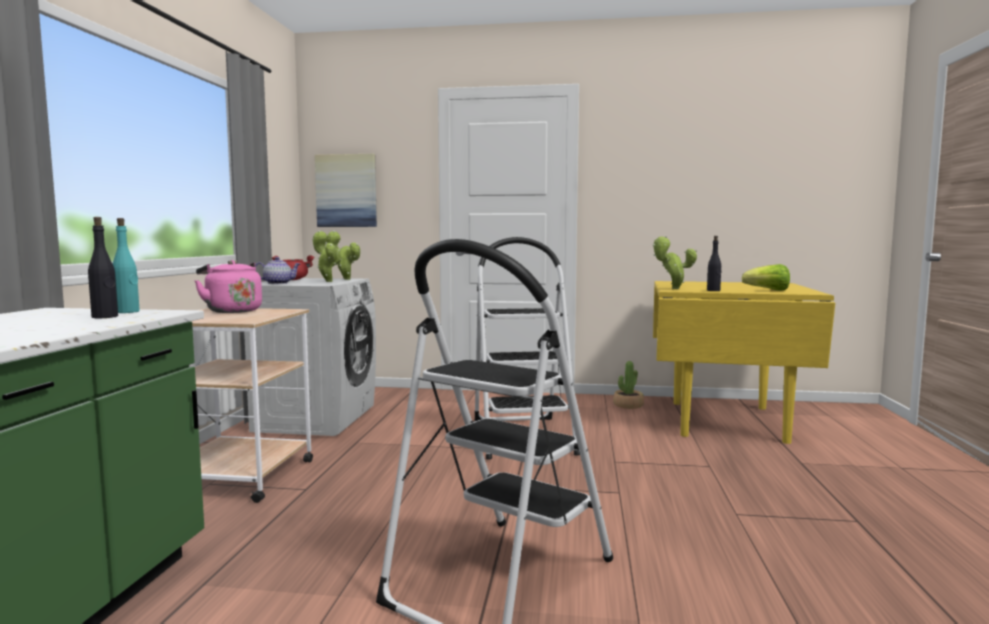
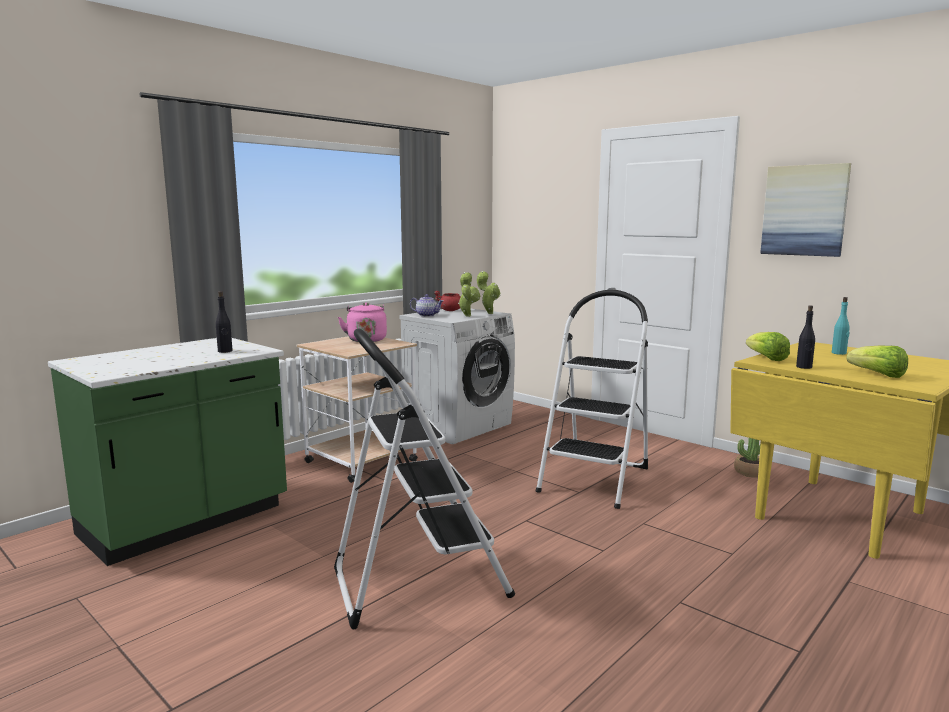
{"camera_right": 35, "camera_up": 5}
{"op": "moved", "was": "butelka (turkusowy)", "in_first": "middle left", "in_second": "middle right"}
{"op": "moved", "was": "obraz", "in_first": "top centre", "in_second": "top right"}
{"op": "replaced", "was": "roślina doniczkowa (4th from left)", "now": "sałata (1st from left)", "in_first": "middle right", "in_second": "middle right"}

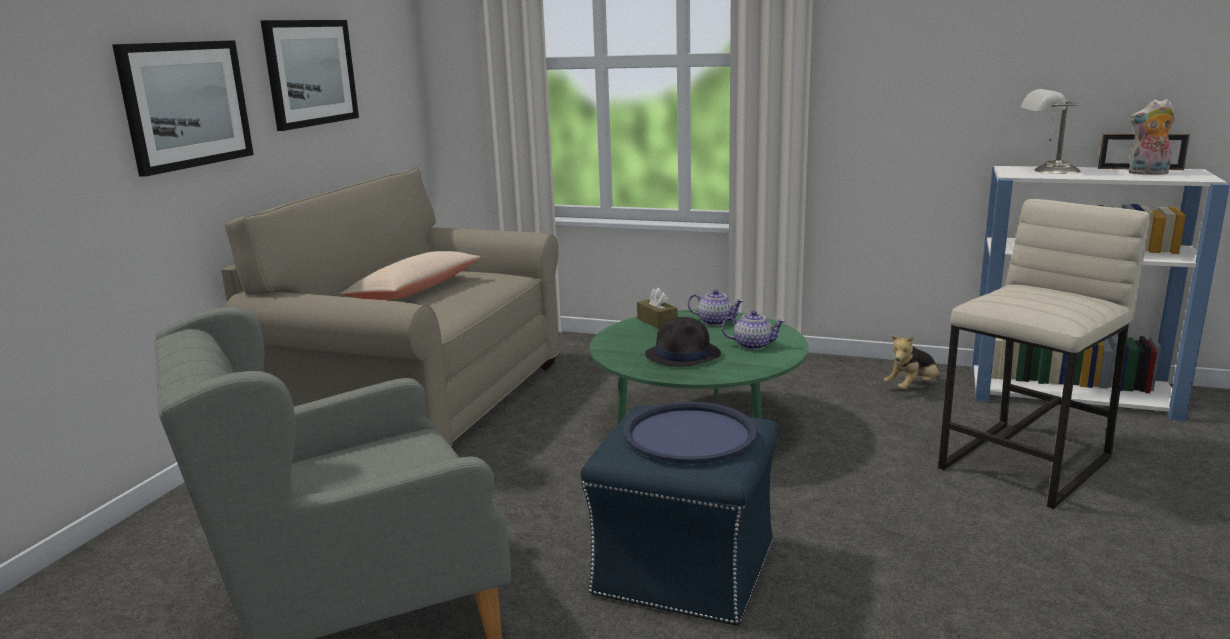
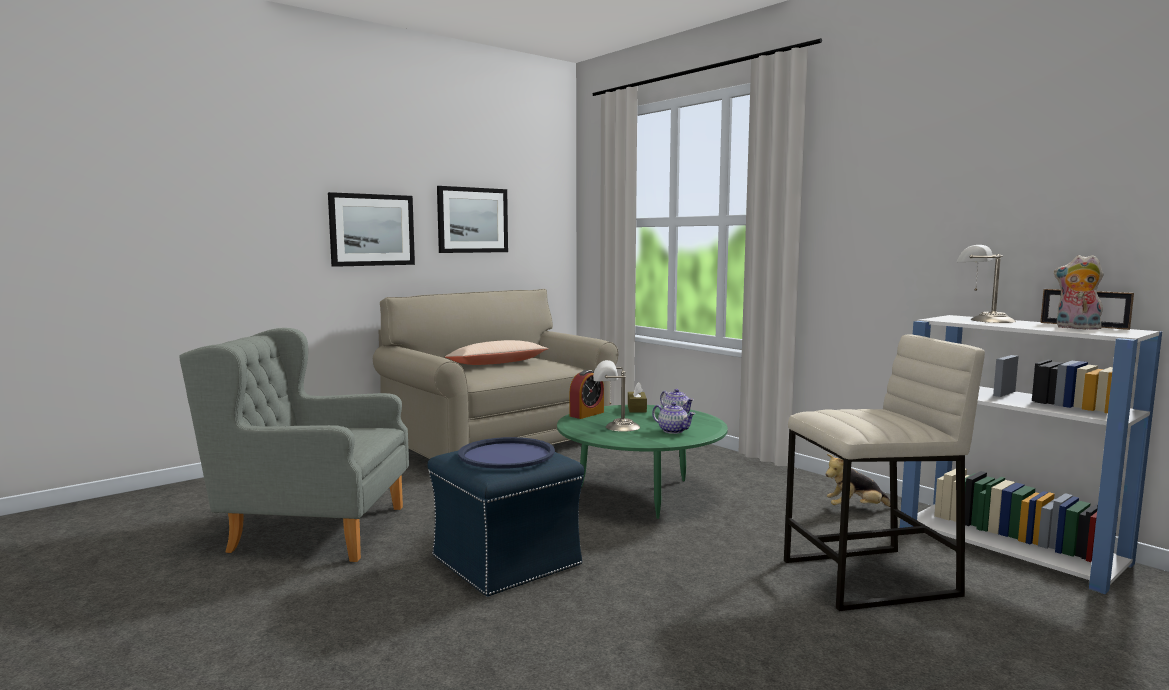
{"camera_right": 30, "camera_up": -10}
{"op": "replaced", "was": "kapelusz (czarny)", "now": "lampa stołowa (biały) (1st from left)", "in_first": "centre", "in_second": "centre"}
{"op": "added", "now": "budzik", "in_second": "centre"}

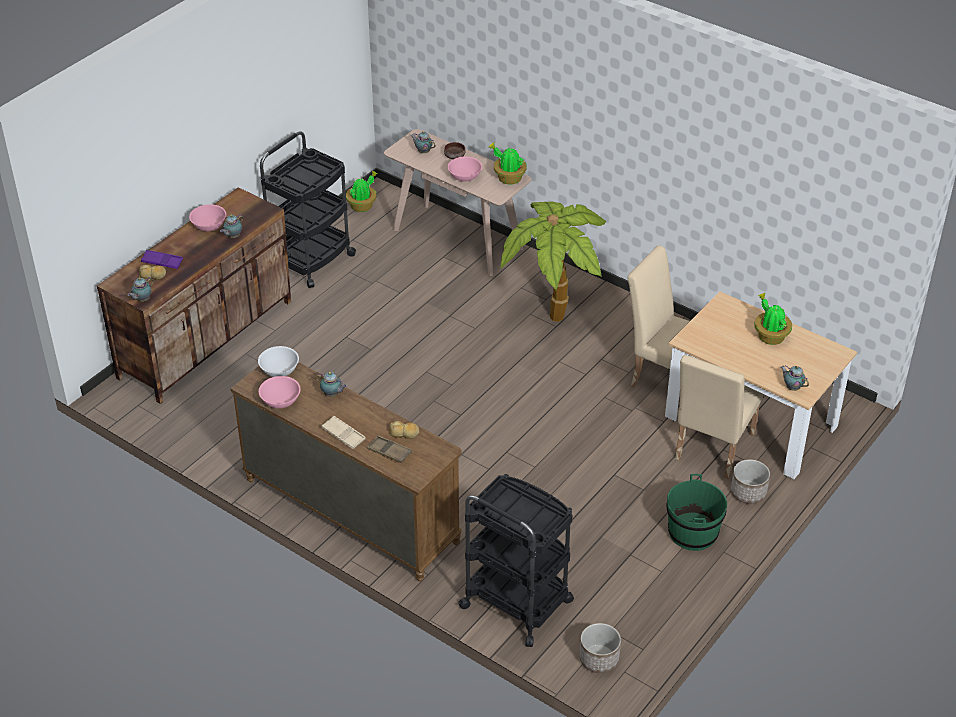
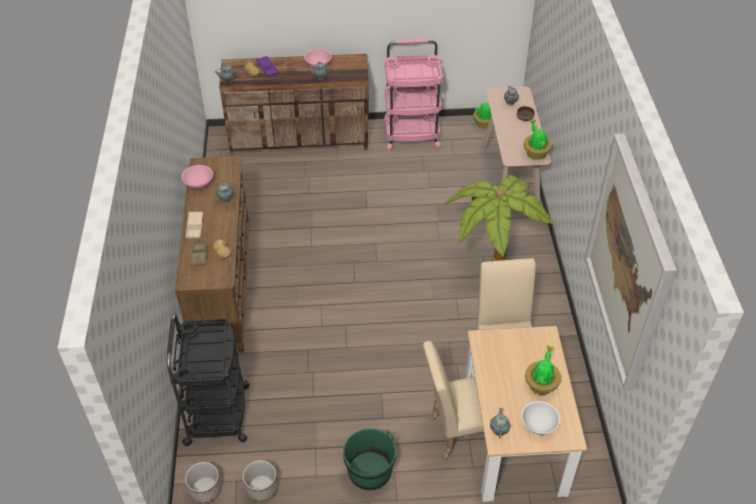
{"camera_right": 50, "camera_up": 5}
{"op": "moved", "was": "miska (biały)", "in_first": "middle left", "in_second": "bottom right"}
{"op": "recoloured", "was": "wózek (czarny) (1st from left)", "now": "wózek (różowy)", "in_first": "top left", "in_second": "top centre"}
{"op": "removed", "was": "miska (różowy) (3rd from left)", "in_first": "top centre"}
{"op": "moved", "was": "donica (2nd from left)", "in_first": "bottom right", "in_second": "bottom centre"}
{"op": "added", "now": "obraz", "in_second": "middle right"}

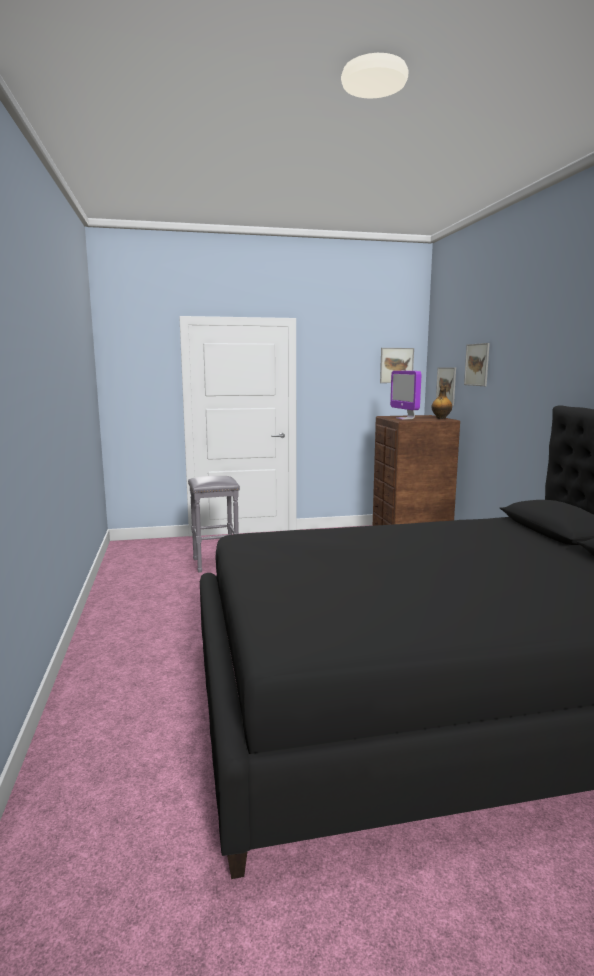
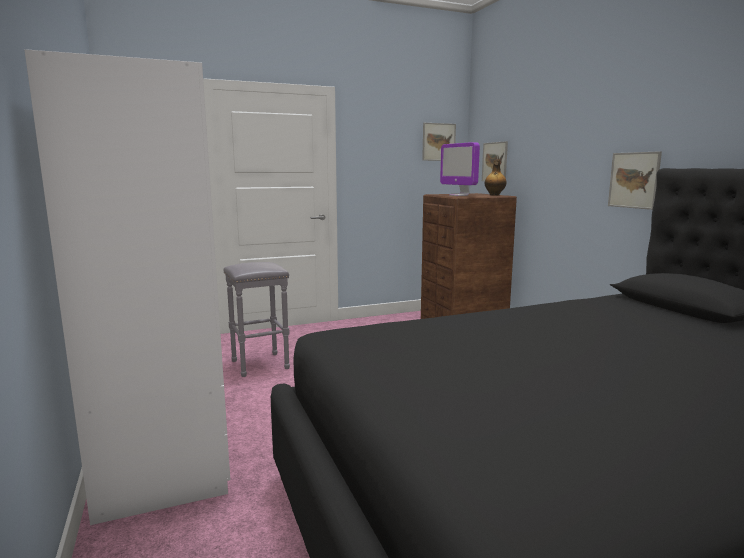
{"camera_right": -10, "camera_up": 0}
{"op": "moved", "was": "obraz (3rd from left)", "in_first": "middle right", "in_second": "top right"}
{"op": "added", "now": "szafa (biały)", "in_second": "middle left"}

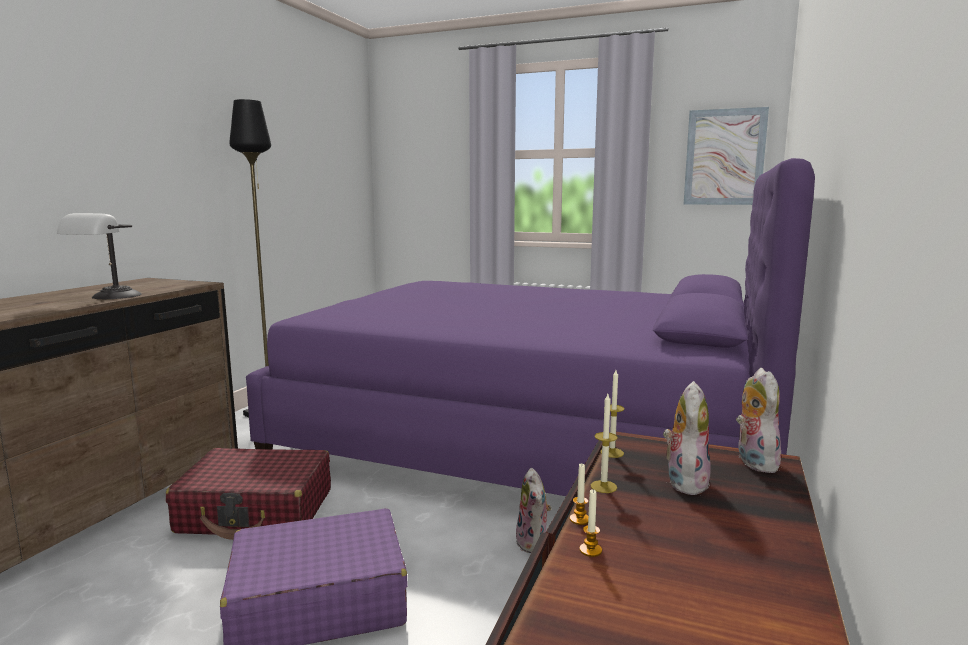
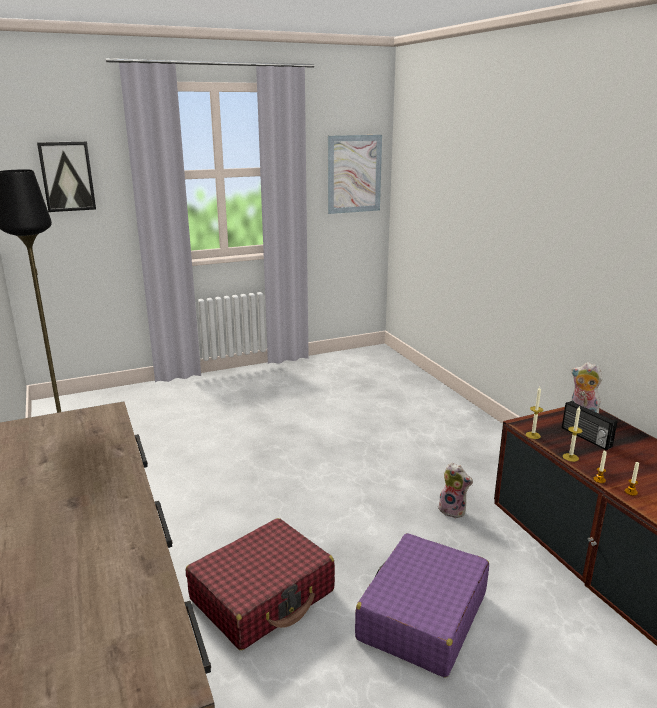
{"camera_right": -45, "camera_up": 10}
{"op": "removed", "was": "lampa stołowa", "in_first": "middle left"}
{"op": "removed", "was": "łóżko (fioletowy)", "in_first": "centre"}
{"op": "replaced", "was": "pluszak (2nd from left)", "now": "radio", "in_first": "bottom right", "in_second": "middle right"}
{"op": "added", "now": "obraz (1st from left)", "in_second": "top left"}

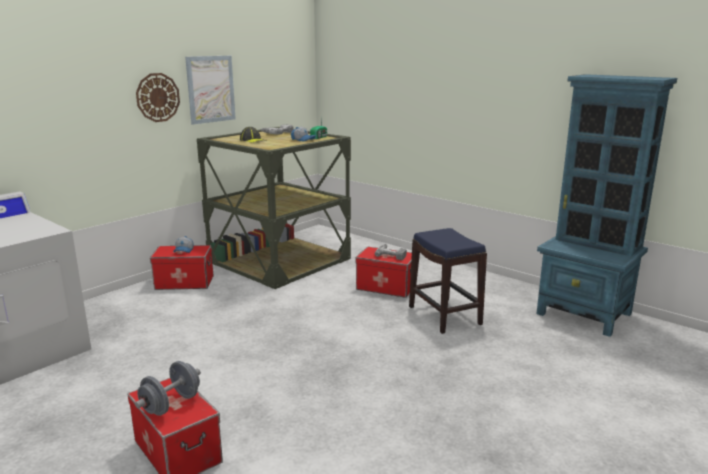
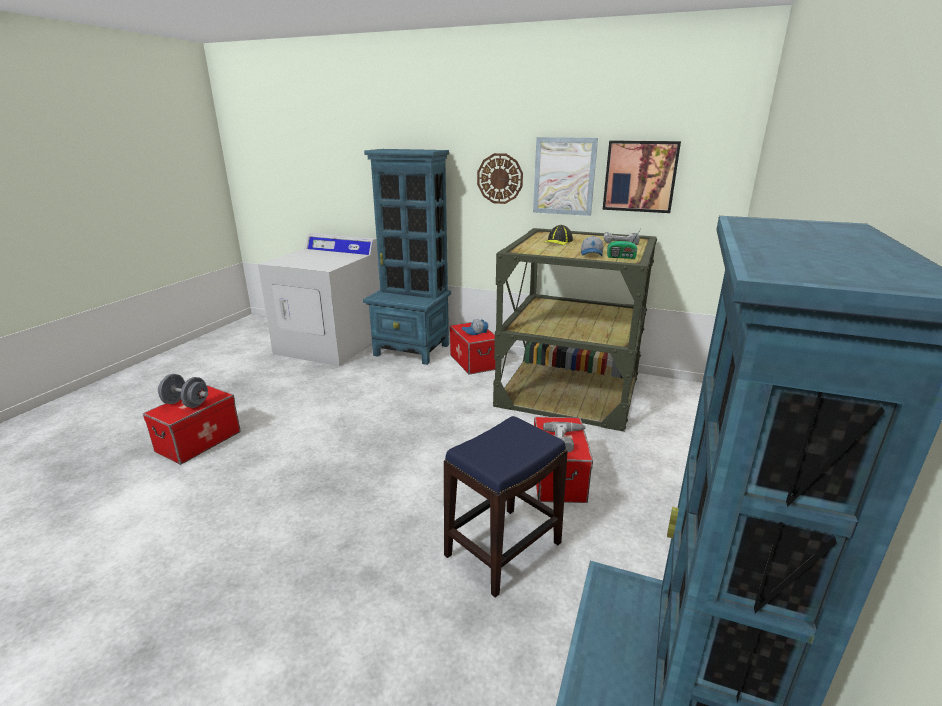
{"camera_right": 70, "camera_up": 5}
{"op": "added", "now": "szafka (niebieski) (1st from left)", "in_second": "centre"}
{"op": "added", "now": "obraz (2nd from left)", "in_second": "top right"}

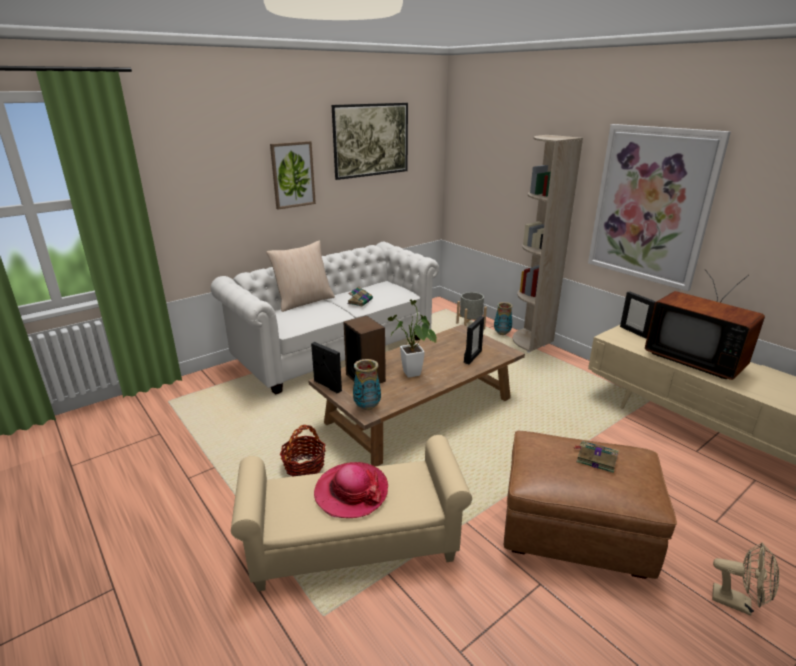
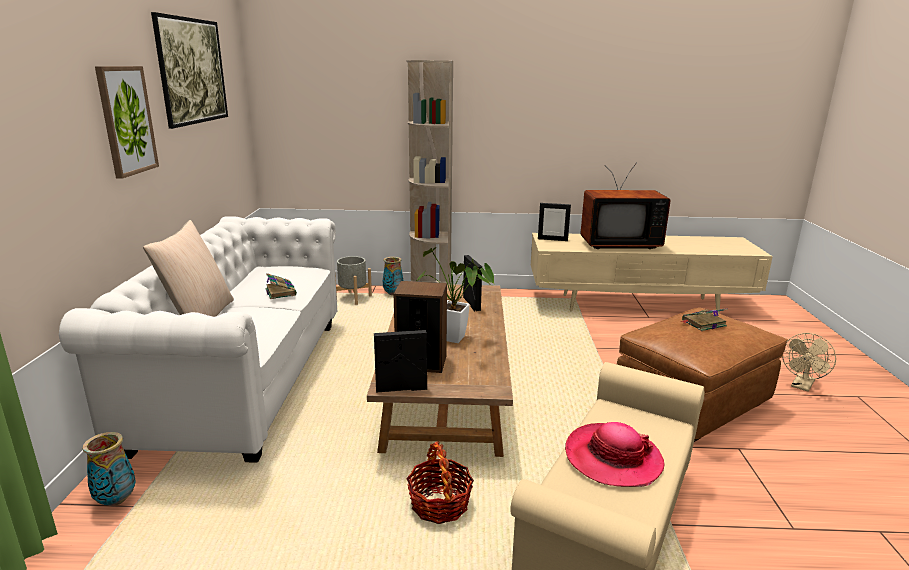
{"camera_right": -50, "camera_up": -5}
{"op": "moved", "was": "wazon (1st from left)", "in_first": "centre", "in_second": "bottom left"}
{"op": "removed", "was": "obraz (3rd from left)", "in_first": "top right"}
{"op": "turned", "was": "wentylator (beżowy)", "in_first": "bottom right", "in_second": "middle right", "clockwise": 150}

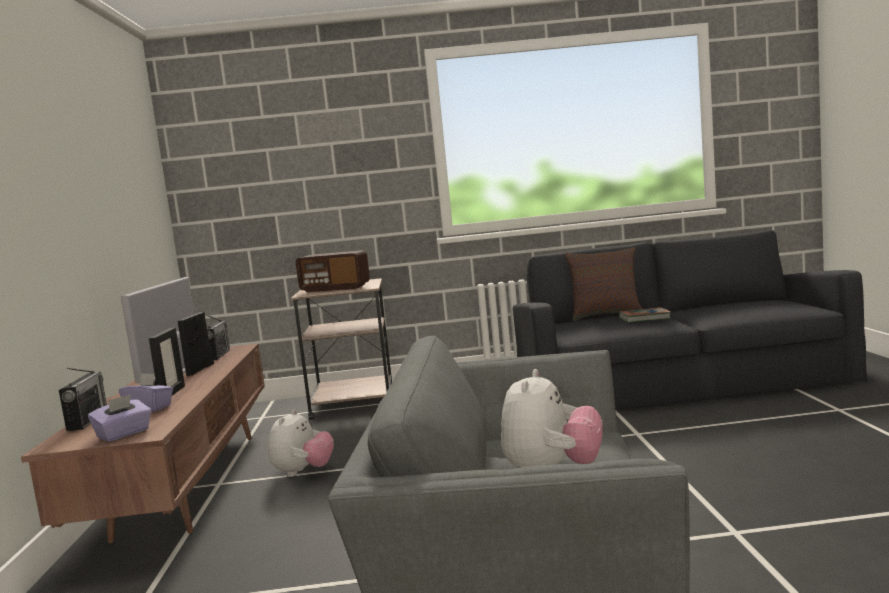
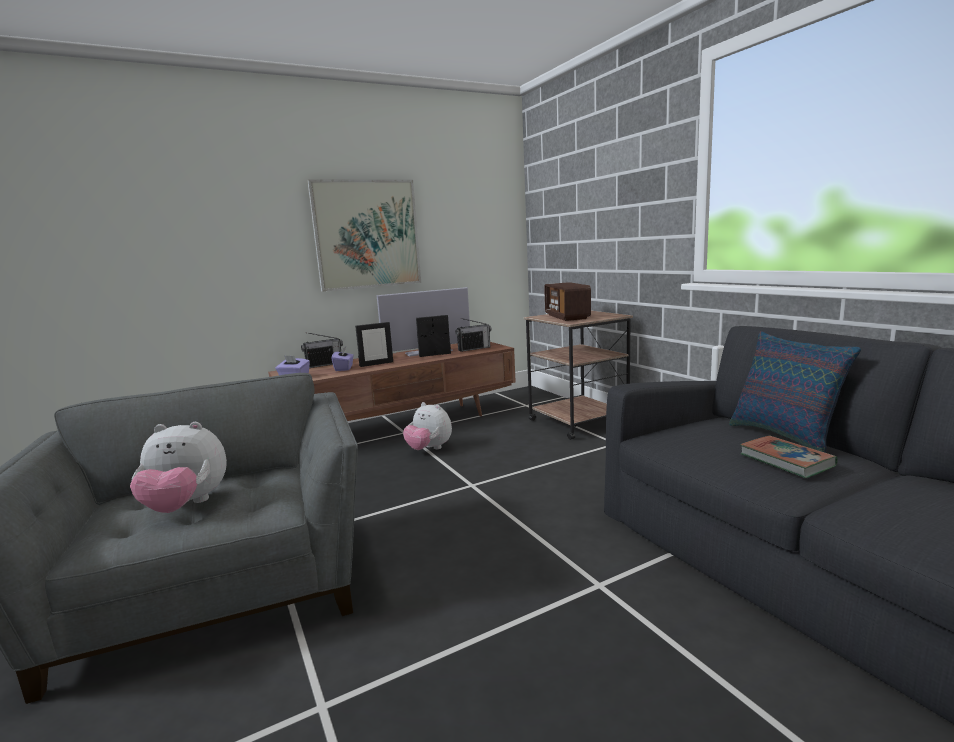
{"camera_right": 65, "camera_up": 5}
{"op": "turned", "was": "pluszak (1st from left in the first image)", "in_first": "bottom centre", "in_second": "centre", "clockwise": 45}
{"op": "recoloured", "was": "poduszka (brązowy)", "now": "poduszka (niebieski)", "in_first": "middle right", "in_second": "middle right"}
{"op": "added", "now": "obraz", "in_second": "top centre"}

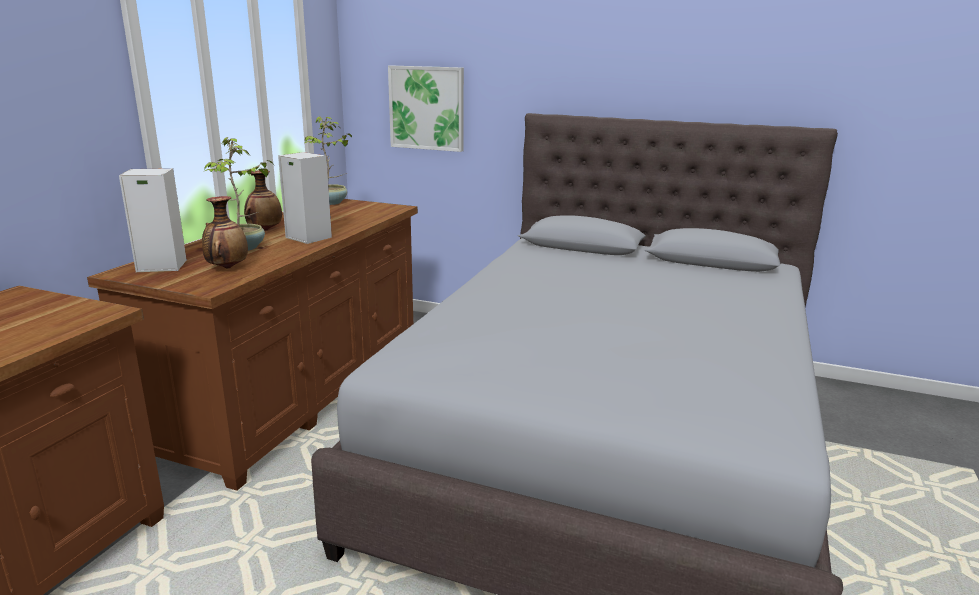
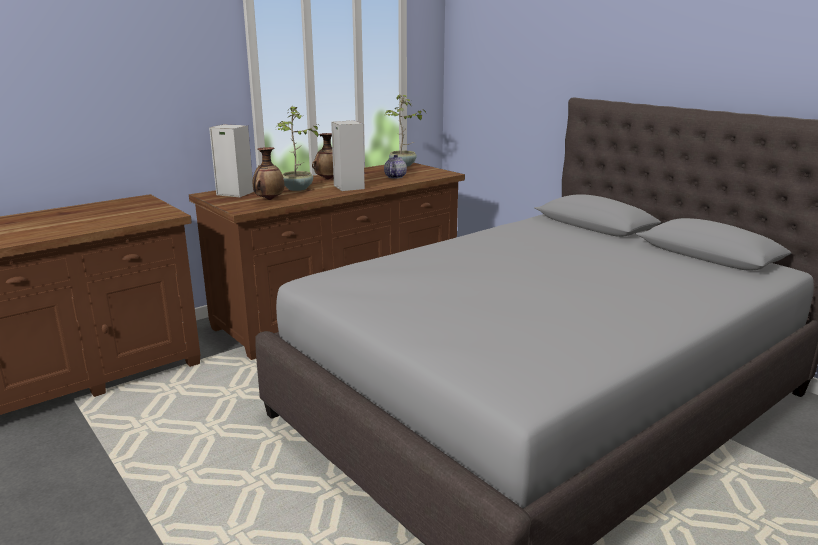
{"camera_right": 30, "camera_up": 0}
{"op": "removed", "was": "obraz", "in_first": "top centre"}
{"op": "added", "now": "imbryk", "in_second": "top centre"}

